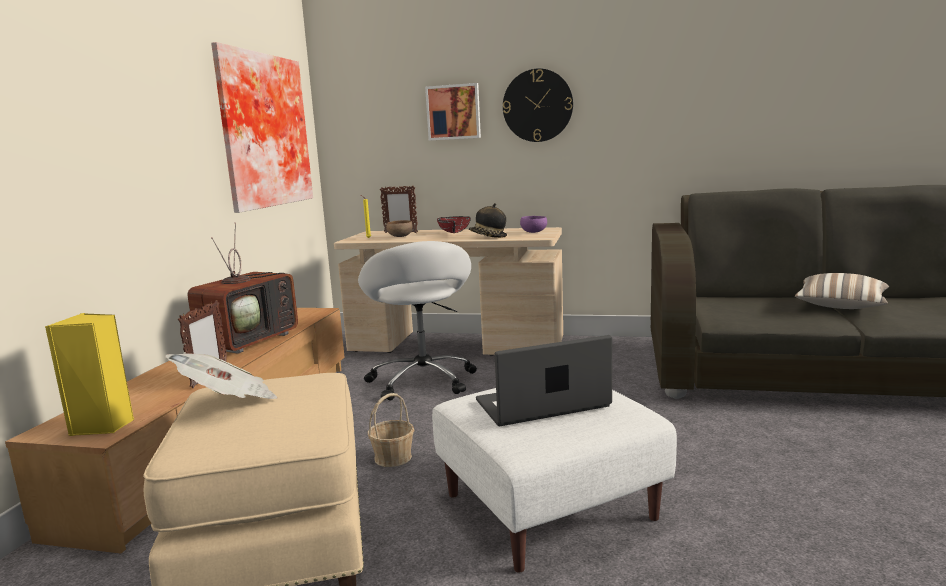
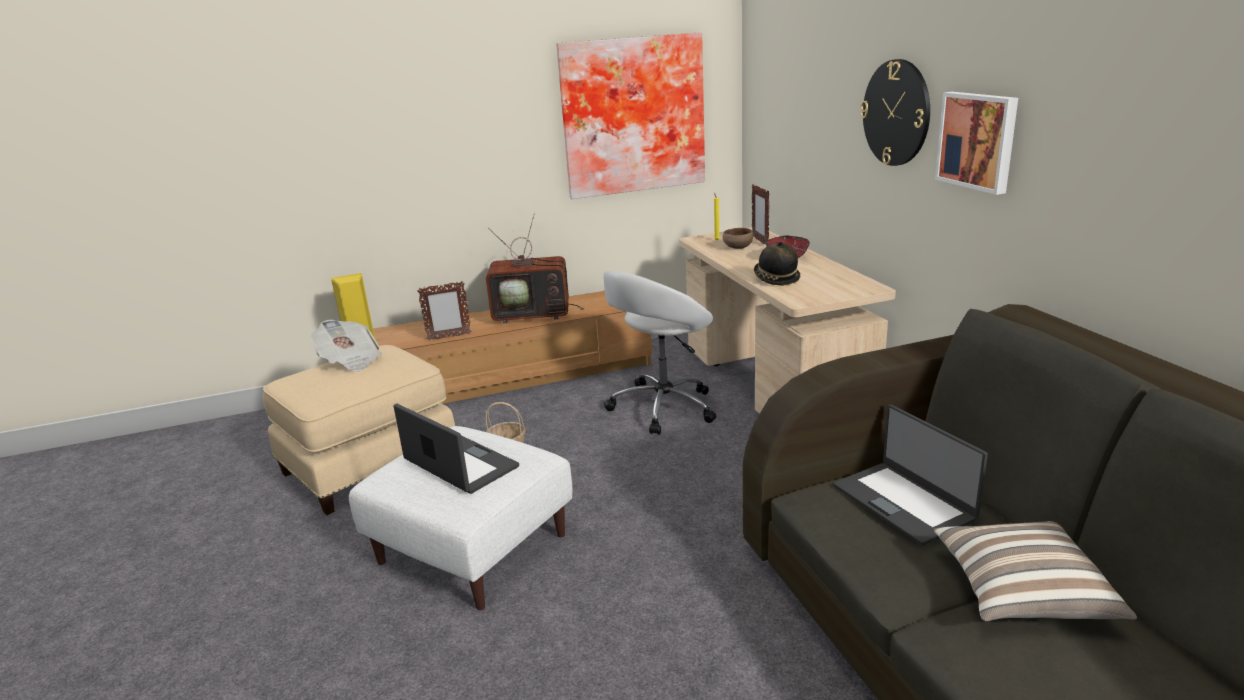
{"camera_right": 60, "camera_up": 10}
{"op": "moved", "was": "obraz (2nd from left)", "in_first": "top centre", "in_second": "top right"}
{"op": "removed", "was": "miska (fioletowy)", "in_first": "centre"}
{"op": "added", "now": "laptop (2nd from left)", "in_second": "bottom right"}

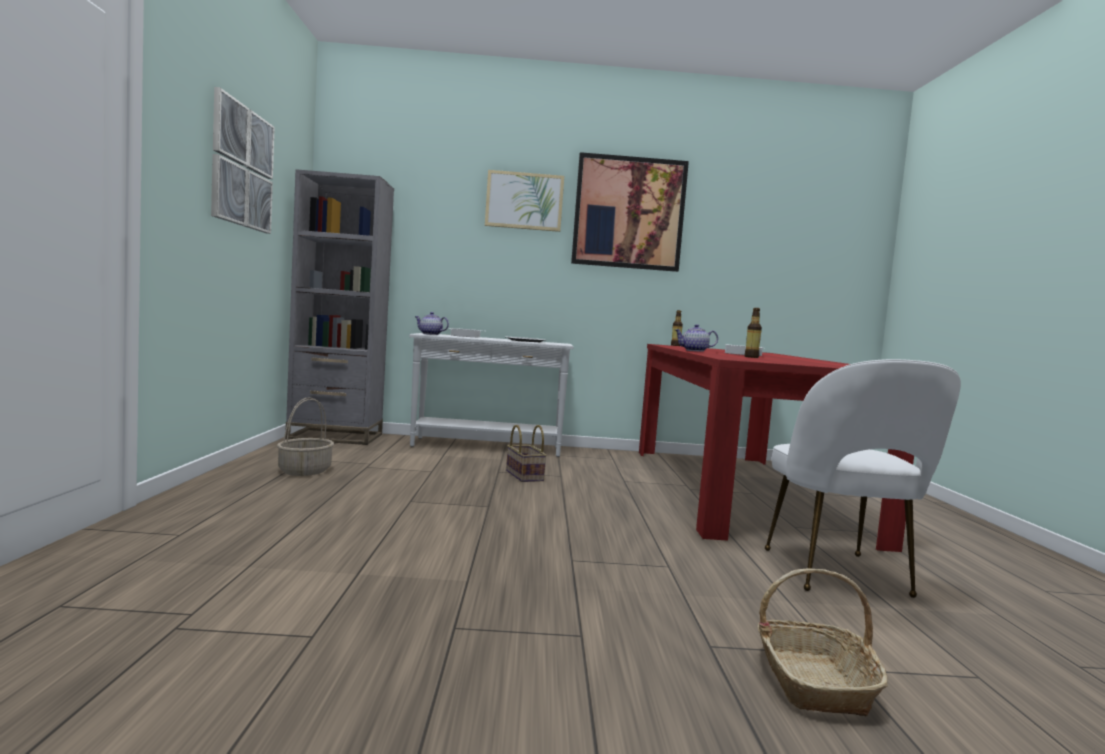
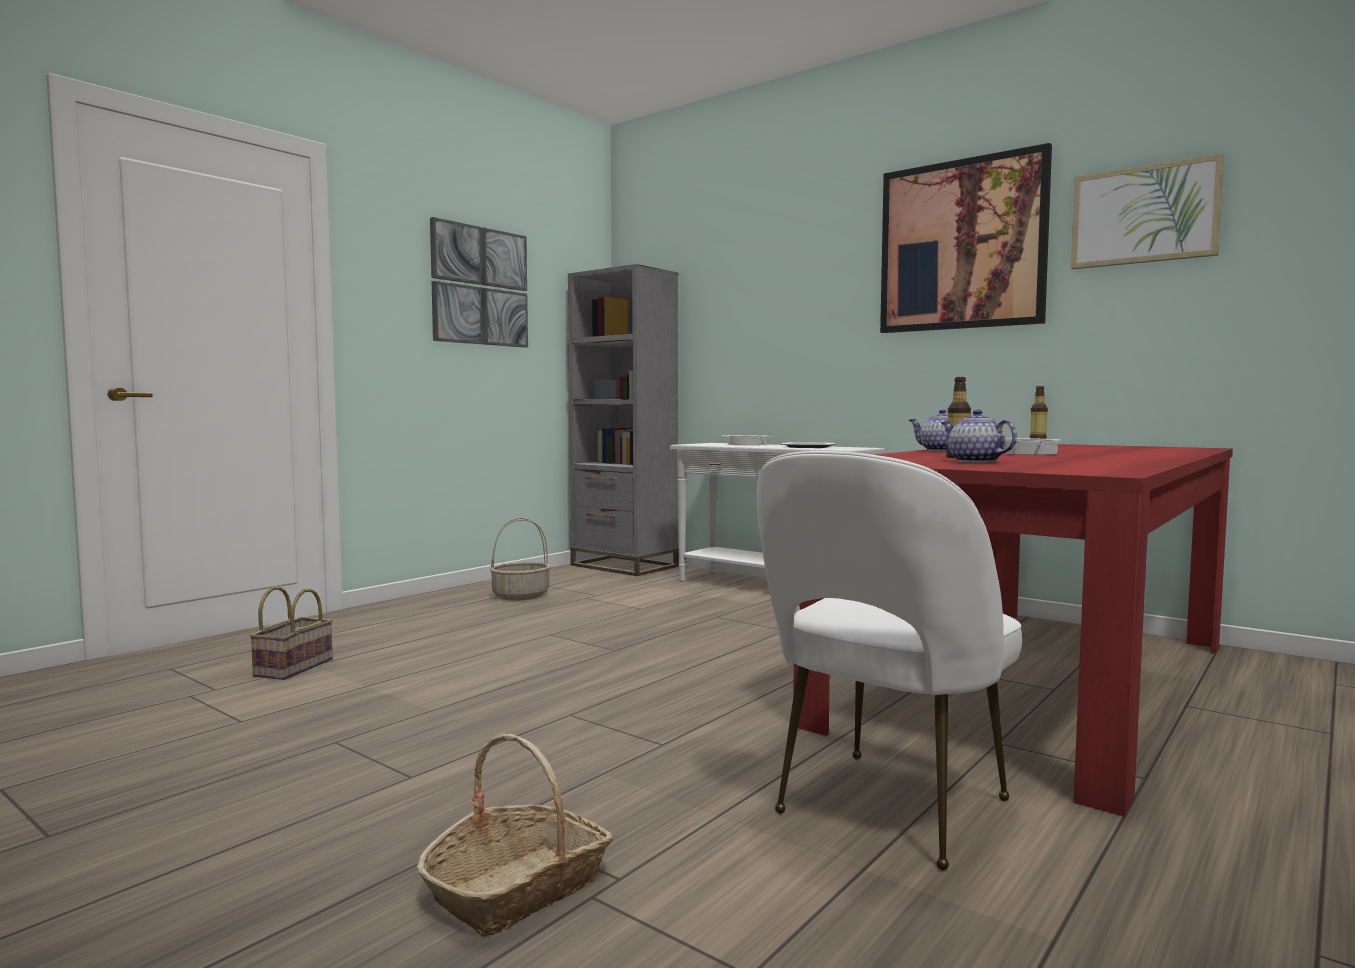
{"camera_right": 40, "camera_up": 0}
{"op": "moved", "was": "imbryk (1st from left in the first image)", "now": "imbryk (2nd from left)", "in_first": "centre", "in_second": "middle right"}
{"op": "moved", "was": "obraz (2nd from left in the first image)", "now": "obraz (3rd from left)", "in_first": "top centre", "in_second": "top right"}
{"op": "moved", "was": "koszyk (2nd from left in the first image)", "now": "koszyk (1st from left)", "in_first": "centre", "in_second": "middle left"}

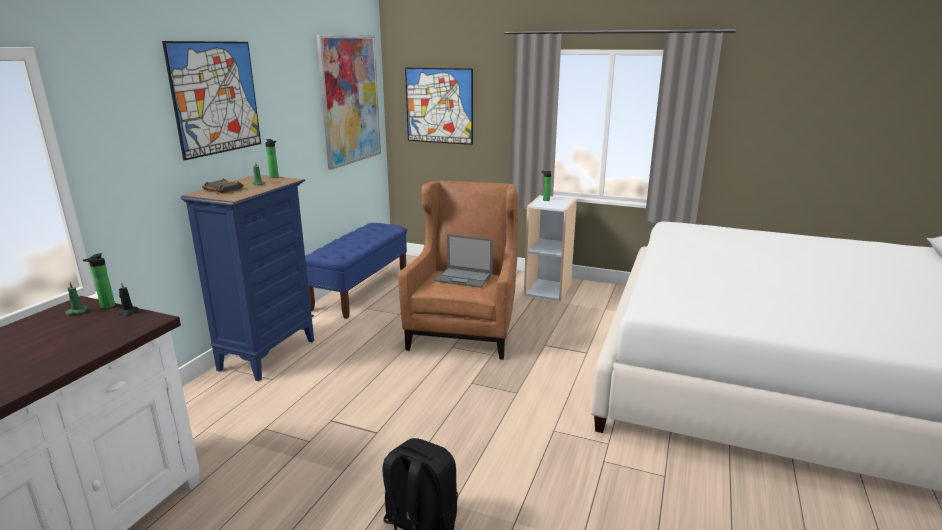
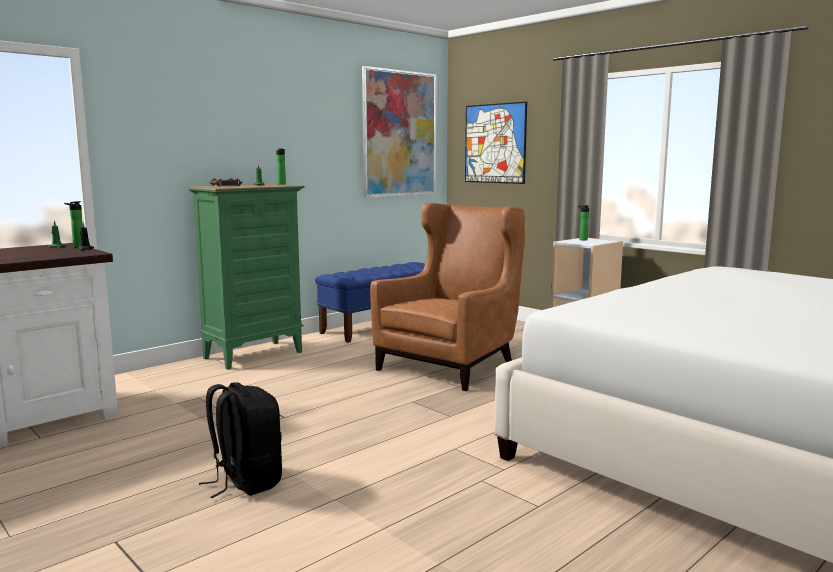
{"camera_right": 25, "camera_up": -10}
{"op": "removed", "was": "obraz (1st from left)", "in_first": "top left"}
{"op": "recoloured", "was": "komoda (niebieski)", "now": "komoda (zielony)", "in_first": "middle left", "in_second": "middle left"}
{"op": "removed", "was": "laptop", "in_first": "centre"}

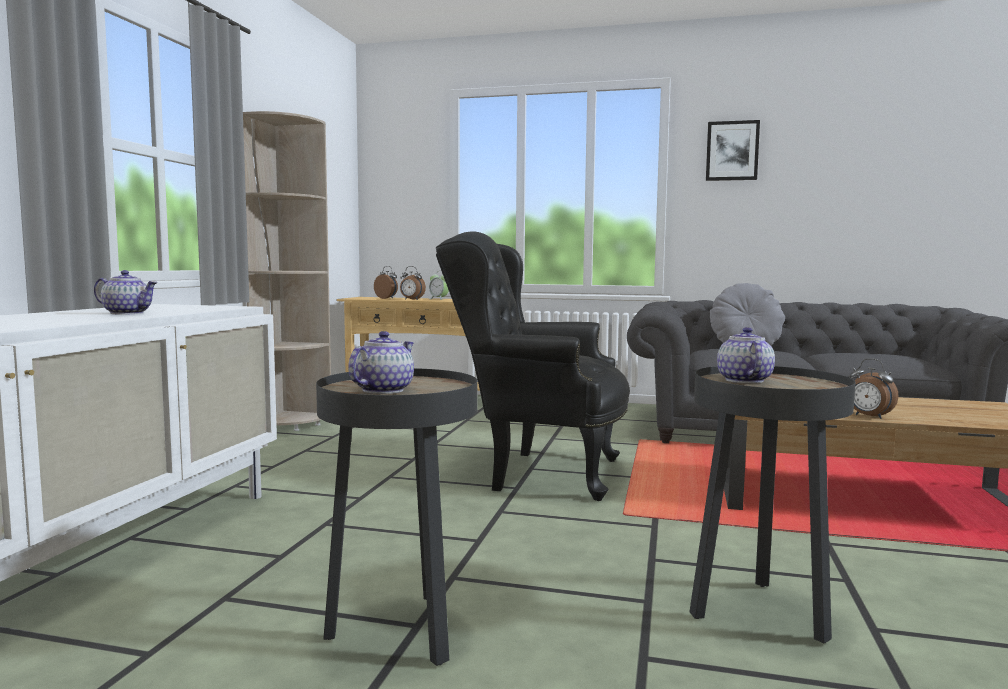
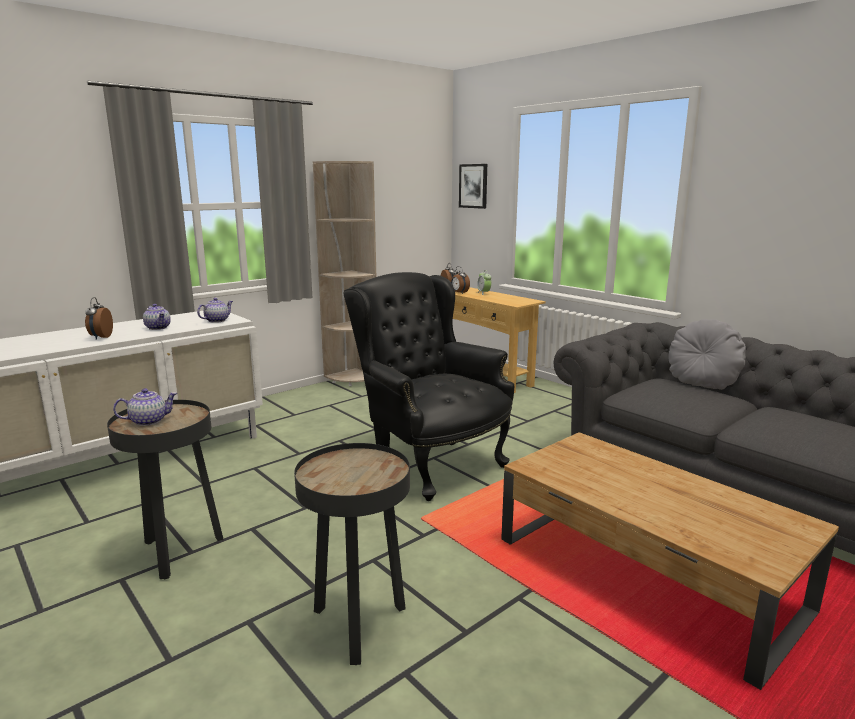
{"camera_right": 35, "camera_up": 10}
{"op": "moved", "was": "obraz", "in_first": "top right", "in_second": "top centre"}
{"op": "moved", "was": "imbryk (3rd from left)", "in_first": "middle right", "in_second": "middle left"}
{"op": "moved", "was": "budzik (4th from left in the first image)", "now": "budzik (1st from left)", "in_first": "middle right", "in_second": "middle left"}

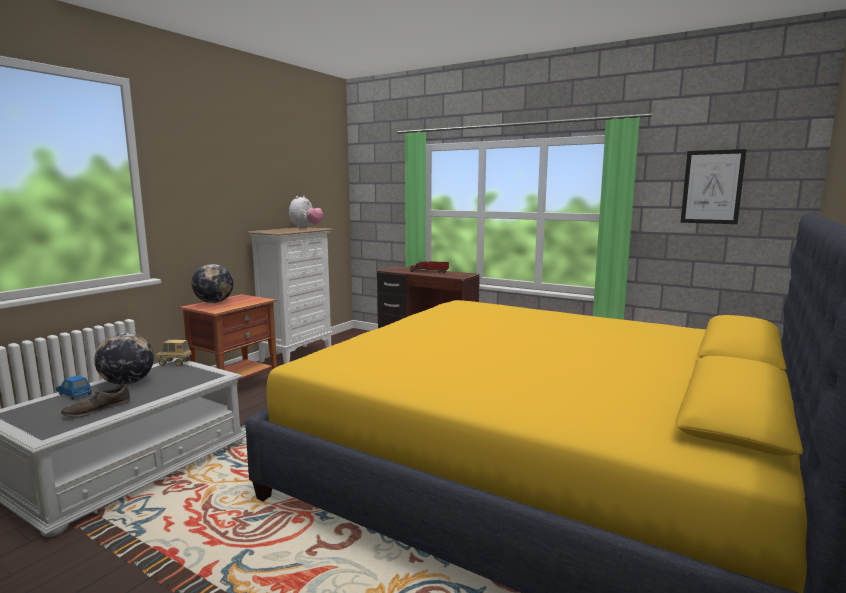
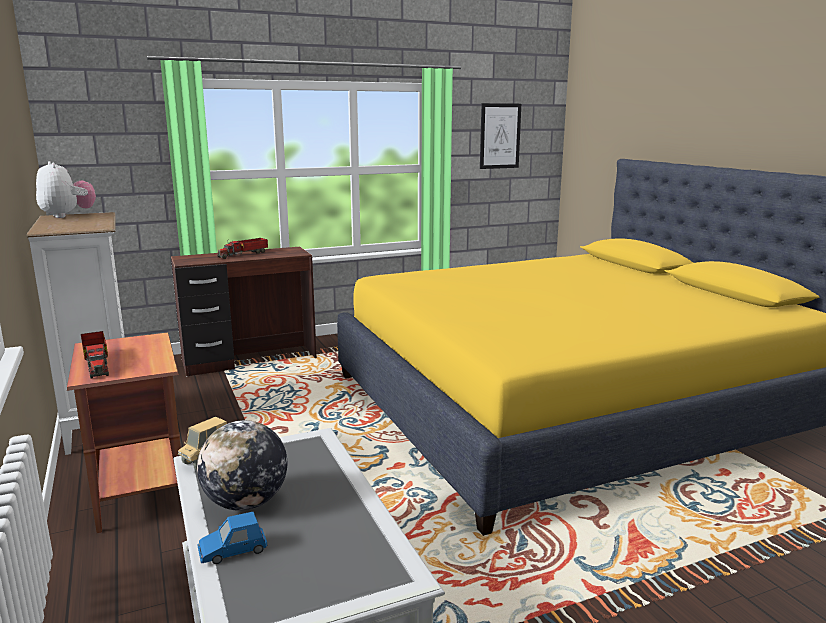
{"camera_right": -55, "camera_up": 5}
{"op": "removed", "was": "but (brązowy)", "in_first": "bottom left"}
{"op": "replaced", "was": "globus (2nd from left)", "now": "ciężarówka zabawkowa (1st from left)", "in_first": "middle left", "in_second": "middle left"}

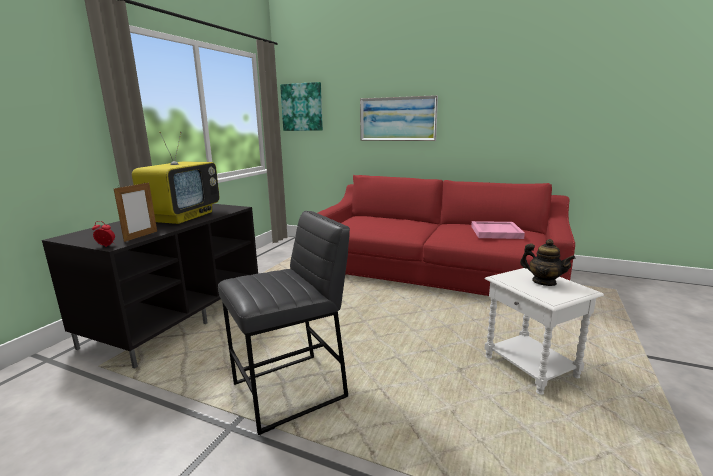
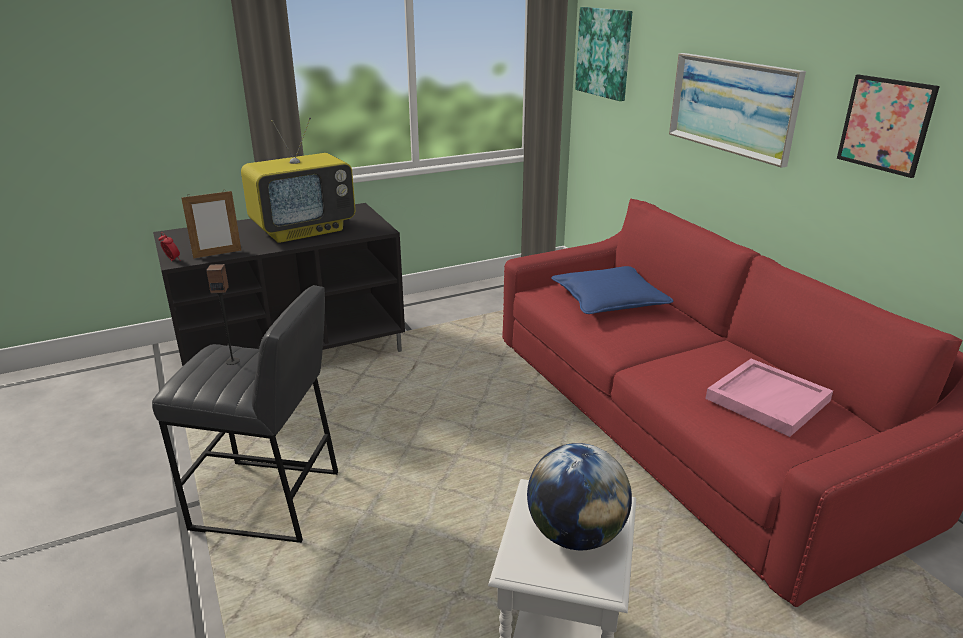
{"camera_right": 40, "camera_up": 10}
{"op": "replaced", "was": "imbryk", "now": "globus", "in_first": "middle right", "in_second": "bottom centre"}
{"op": "added", "now": "głośnik", "in_second": "middle left"}
{"op": "added", "now": "poduszka (niebieski)", "in_second": "centre"}
{"op": "added", "now": "obraz (3rd from left)", "in_second": "top right"}

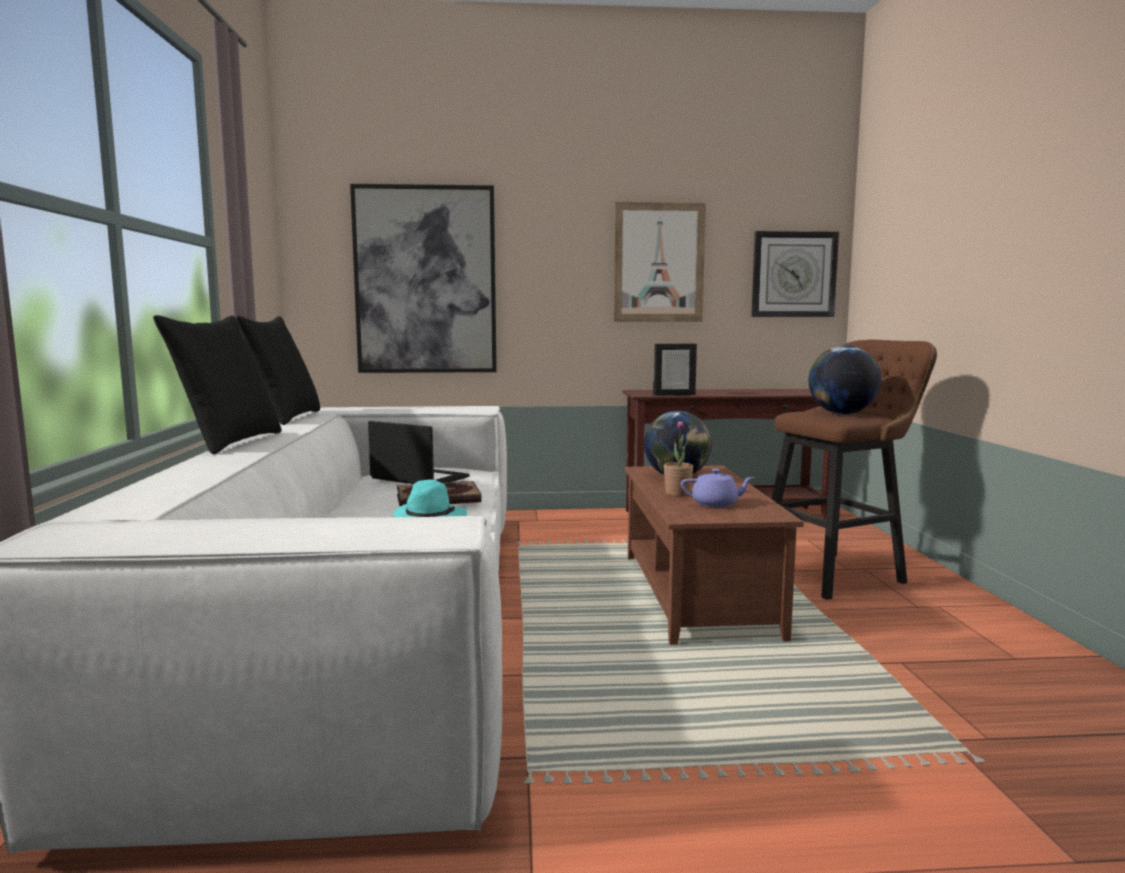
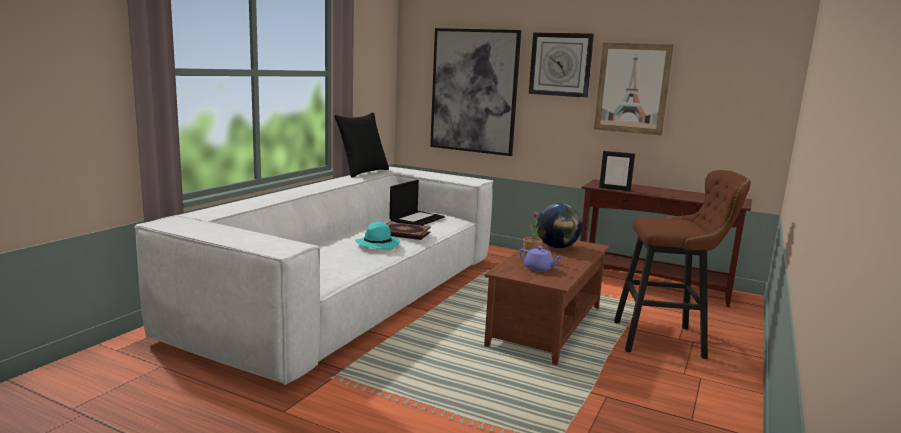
{"camera_right": 30, "camera_up": 5}
{"op": "removed", "was": "poduszka (czarny) (1st from left)", "in_first": "middle left"}
{"op": "turned", "was": "laptop", "in_first": "centre", "in_second": "centre", "clockwise": 60}
{"op": "moved", "was": "zegar ścienny", "in_first": "top right", "in_second": "top centre"}
{"op": "removed", "was": "globus (2nd from left)", "in_first": "middle right"}

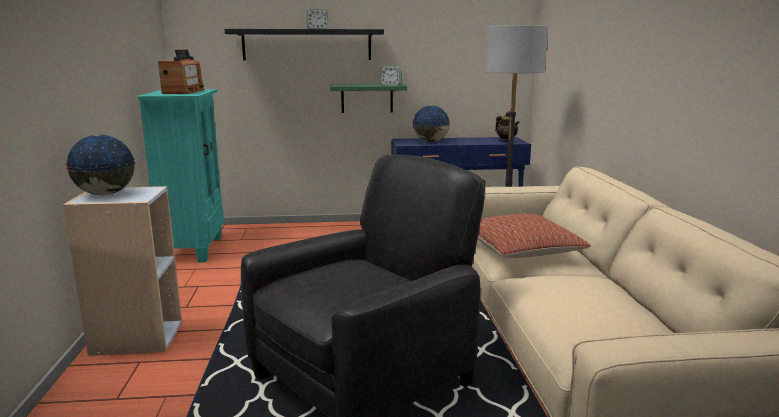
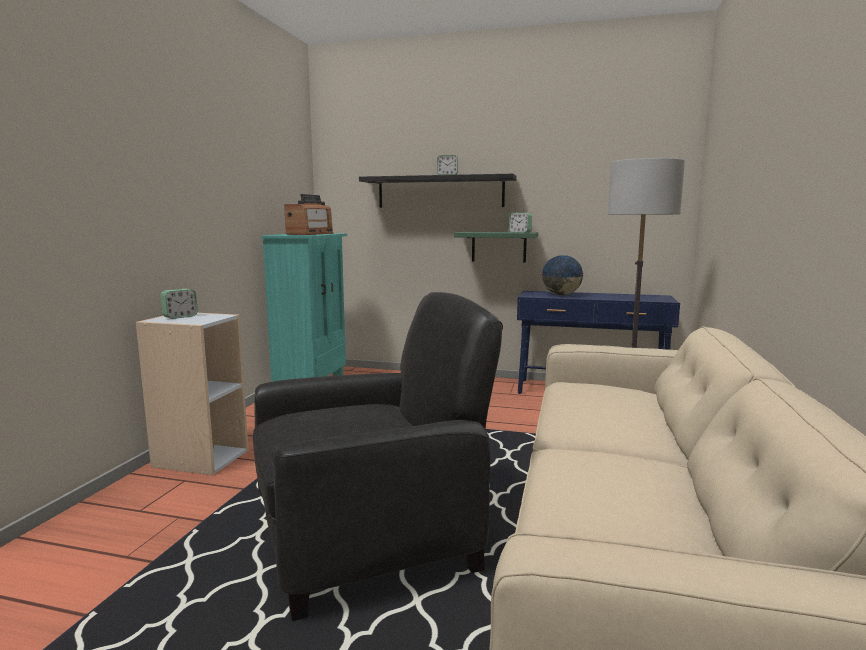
{"camera_right": 20, "camera_up": -5}
{"op": "replaced", "was": "globus (1st from left)", "now": "budzik (1st from left)", "in_first": "middle left", "in_second": "middle left"}
{"op": "removed", "was": "poduszka", "in_first": "middle right"}
{"op": "removed", "was": "imbryk", "in_first": "top centre"}

